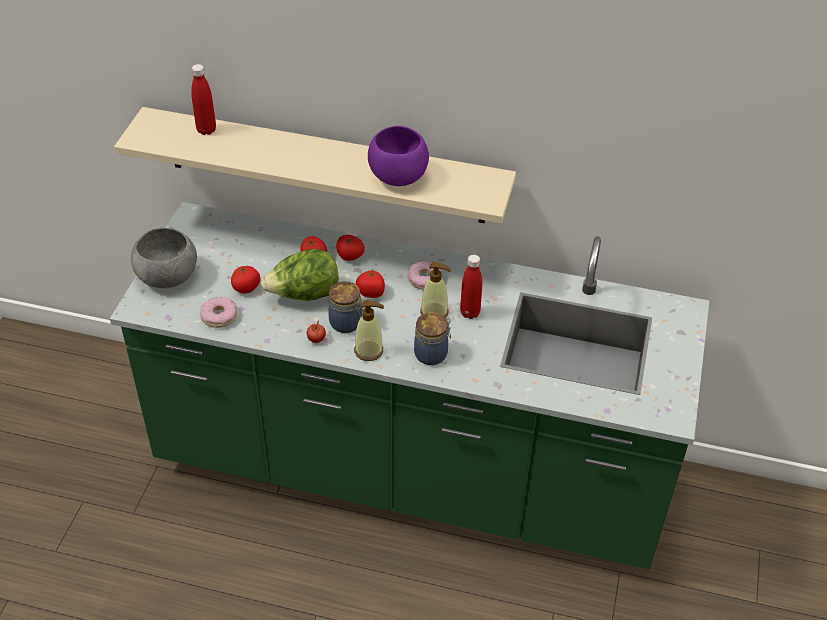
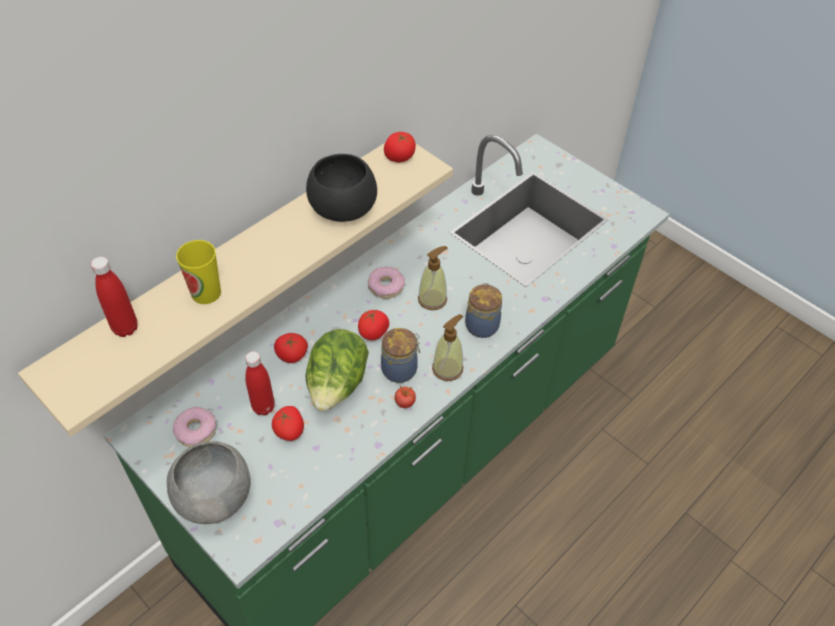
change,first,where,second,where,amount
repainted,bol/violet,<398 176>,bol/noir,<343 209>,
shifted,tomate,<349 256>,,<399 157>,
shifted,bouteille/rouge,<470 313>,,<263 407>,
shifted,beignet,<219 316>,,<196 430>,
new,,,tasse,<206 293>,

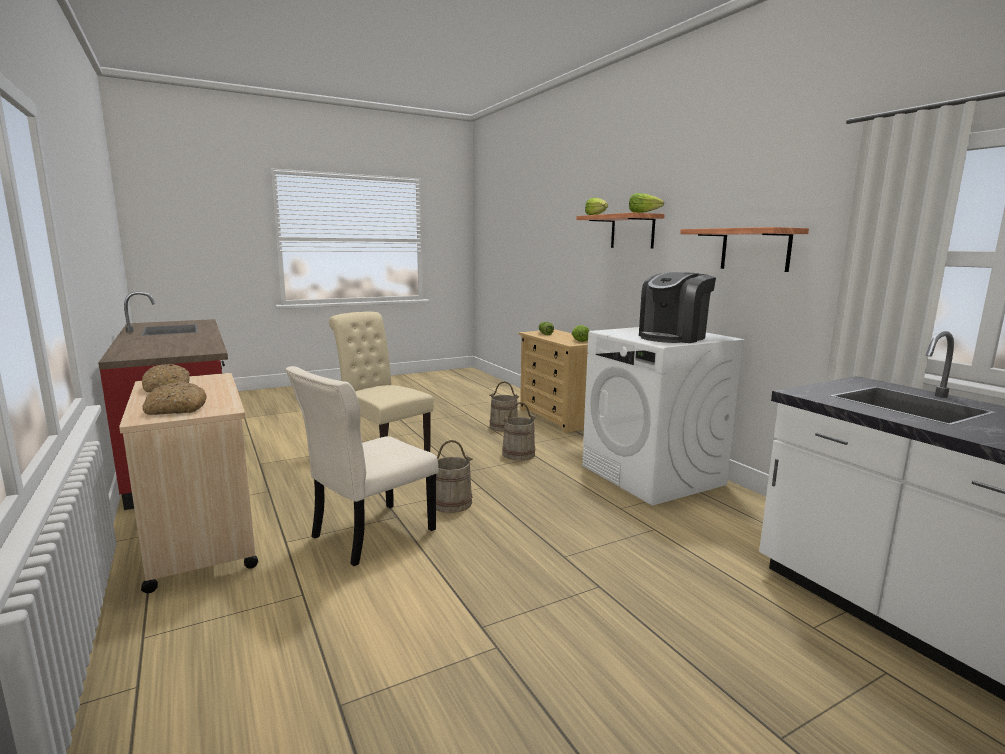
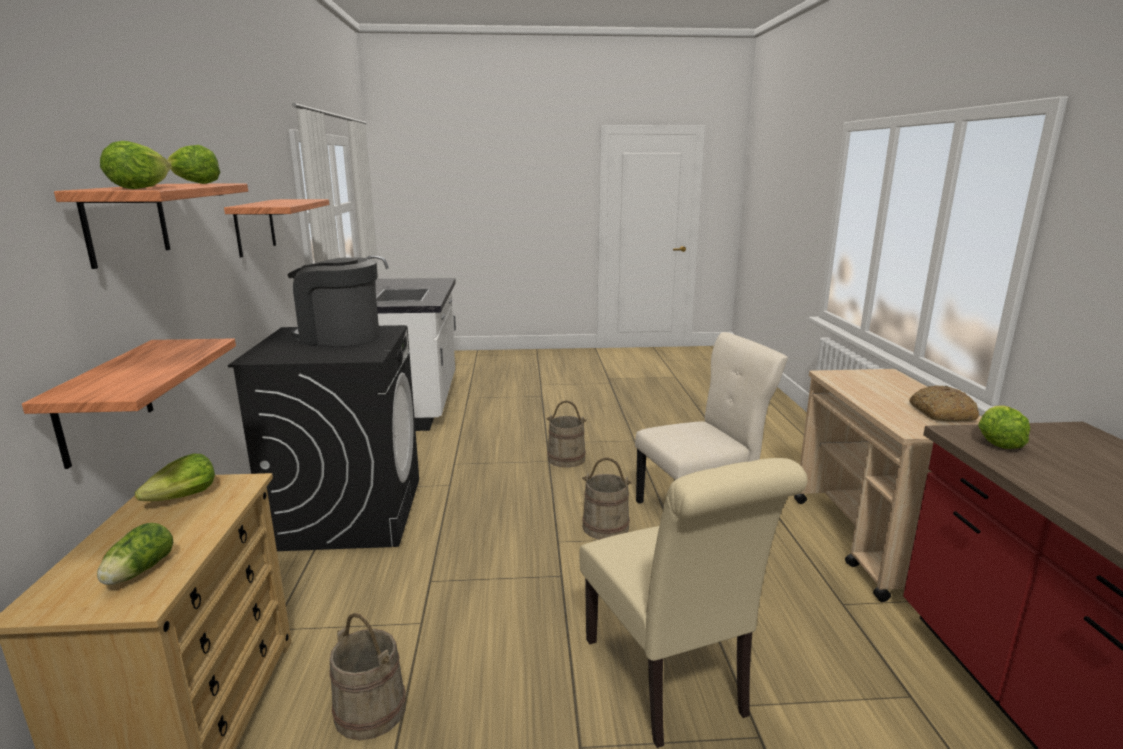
change,first,where,second,where,amount
rotated,machine à café,<673 337>,,<339 336>,150 degrees counterclockwise
repainted,lave-linge/blanc,<652 475>,lave-linge/noir,<349 512>,
gone,pain,<176 409>,,,
shifted,seau/beige,<518 454>,,<566 458>,
new,,,étagère,<104 402>,
new,,,laitue,<998 441>,

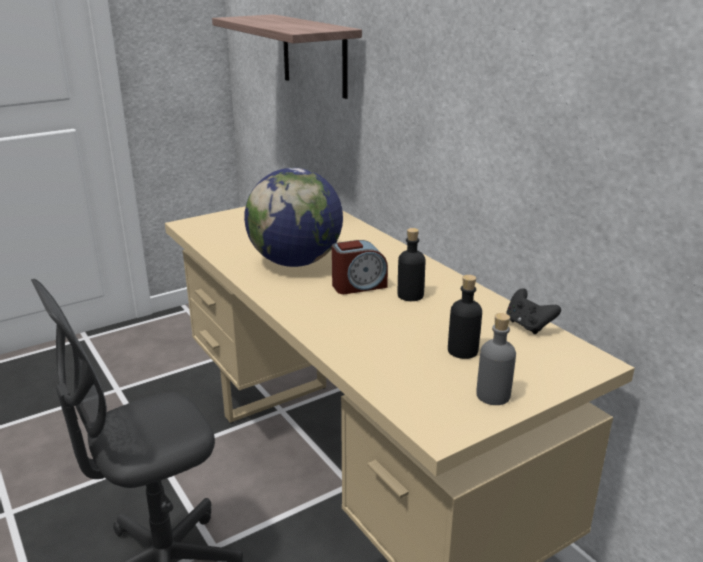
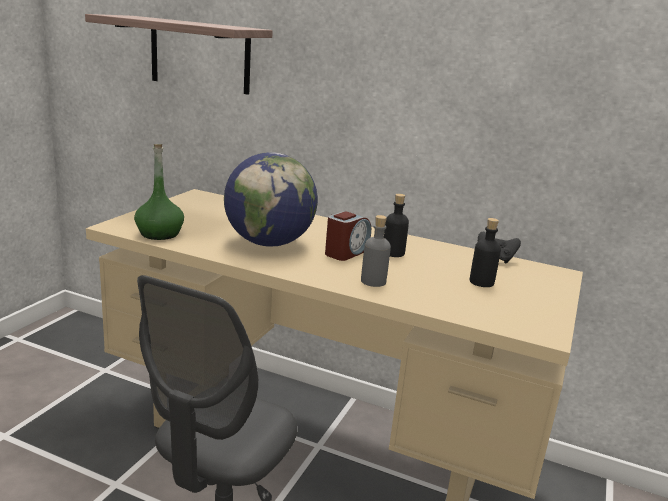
change,first,where,second,where,amount
shifted,bouteille/gris,<493 395>,,<373 281>,
new,,,bouteille/vert,<159 234>,

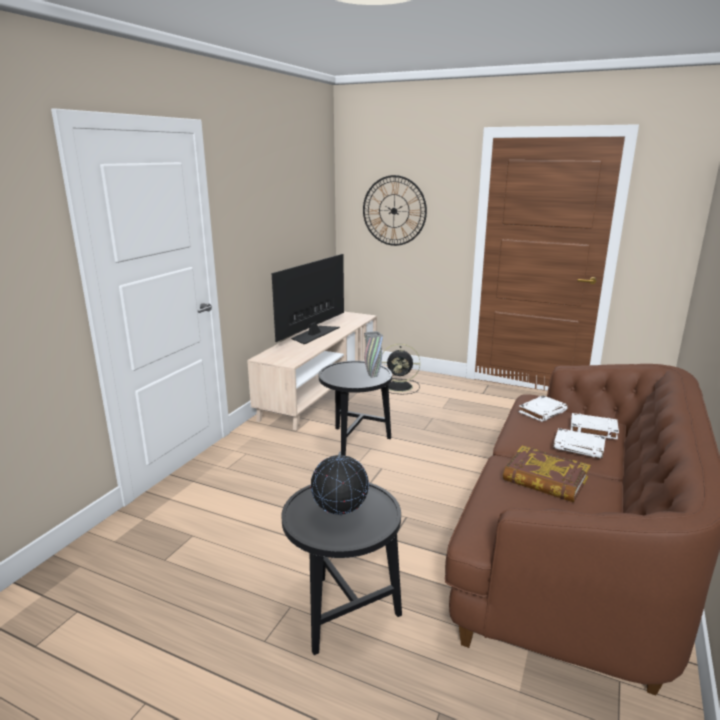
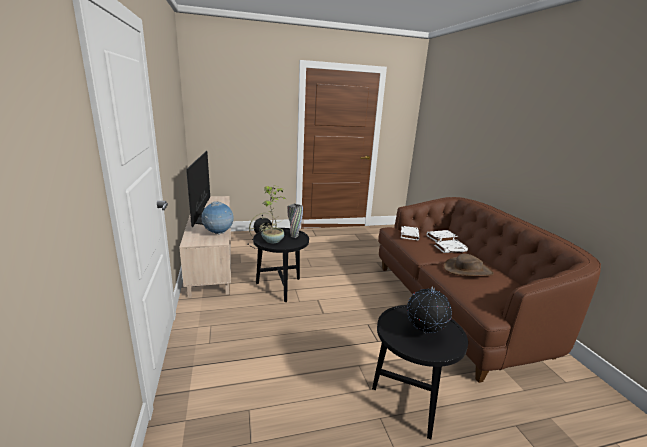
change,first,where,second,where,amount
gone,horloge murale,<394 211>,,,
swapped,livre,<545 480>,chapeau/marron,<467 270>,
new,,,plante en pot,<273 240>,
new,,,globe,<218 233>,

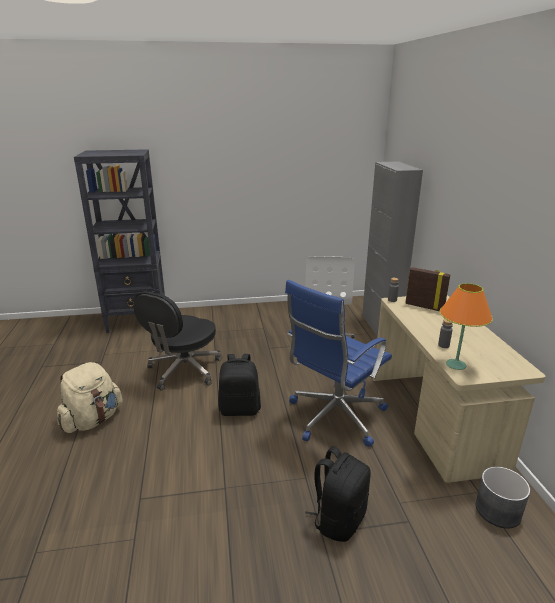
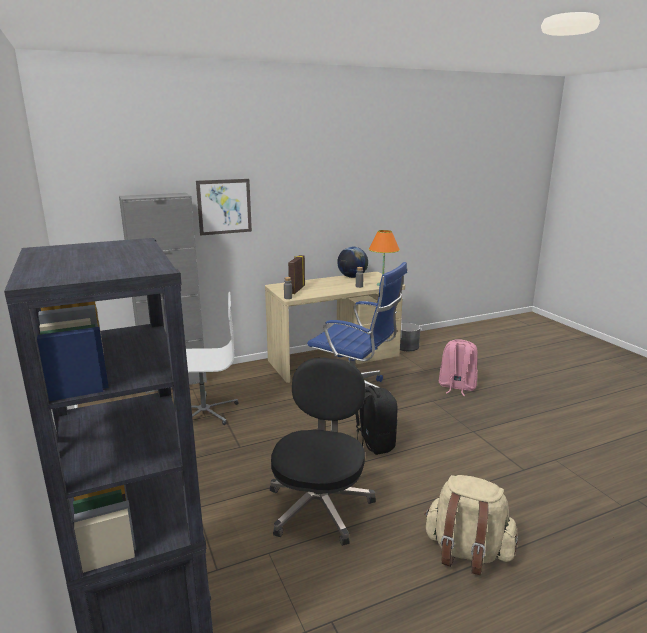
change,first,where,second,where,amount
rotated,chaise de bureau/noir,<184 371>,,<320 505>,90 degrees counterclockwise
repainted,sac à dos/noir,<338 519>,sac à dos/rose,<456 387>,
new,,,tableau,<224 206>,
new,,,globe,<352 277>,

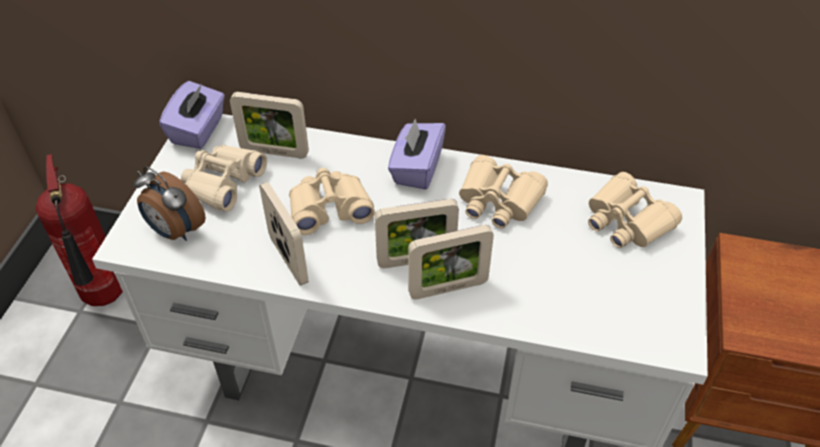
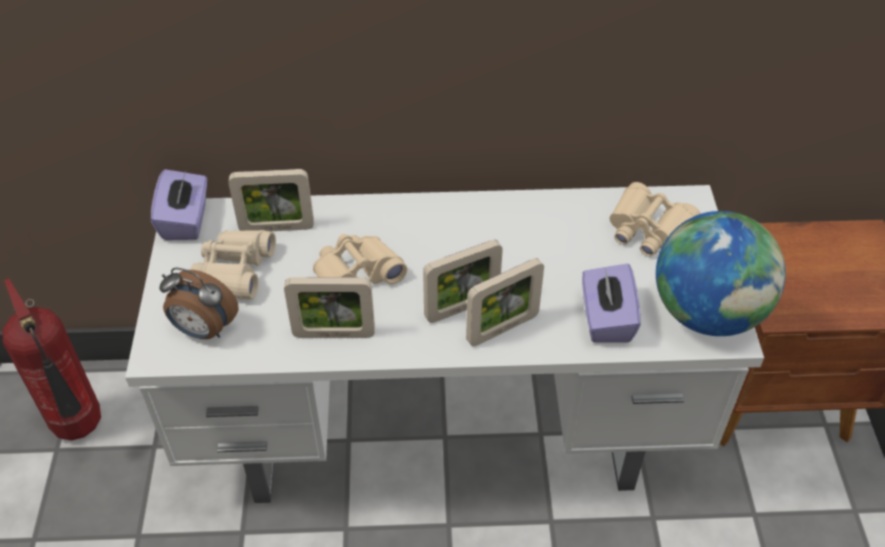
change,first,where,second,where,amount
shifted,boîte à mouchoirs/violet,<416 169>,,<606 319>,
gone,jumelles/beige,<498 200>,,,
rotated,cadre photo,<288 259>,,<334 334>,135 degrees clockwise
new,,,globe,<707 313>,

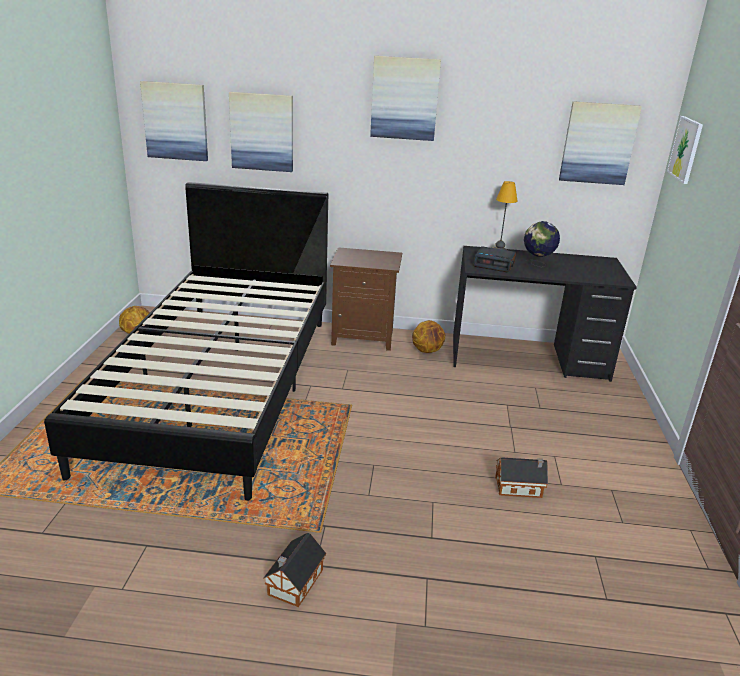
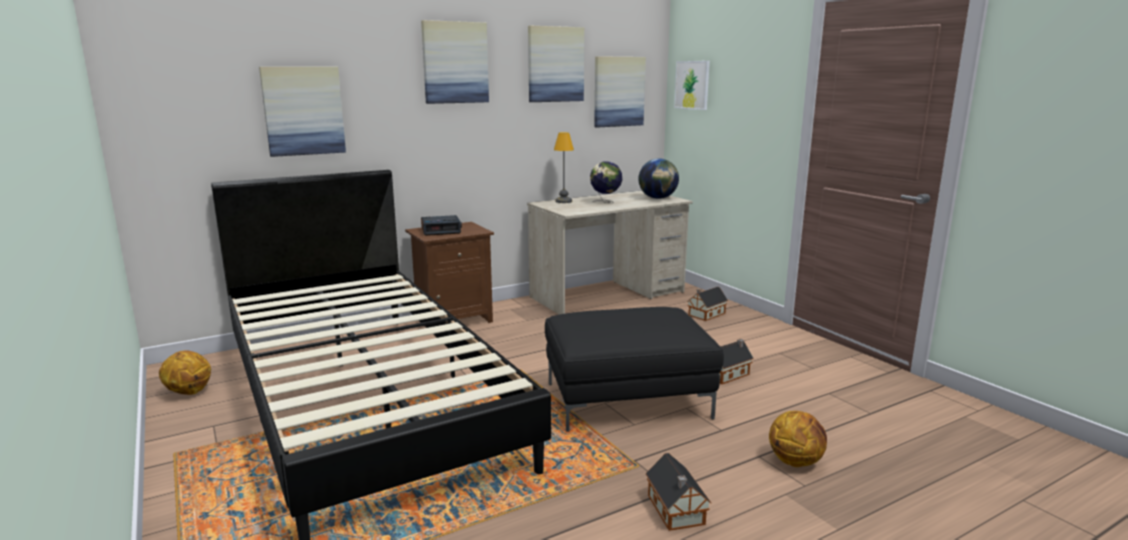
change,first,where,second,where,amount
shifted,tableau,<175 121>,,<555 64>,
repainted,bureau/noir,<528 358>,bureau/beige,<608 295>,
shifted,réveil,<494 264>,,<441 230>,
shifted,ballon de basket,<427 351>,,<795 461>,
new,,,globe,<658 198>,
new,,,maison miniature,<705 314>,
new,,,pouf/noir,<628 399>,

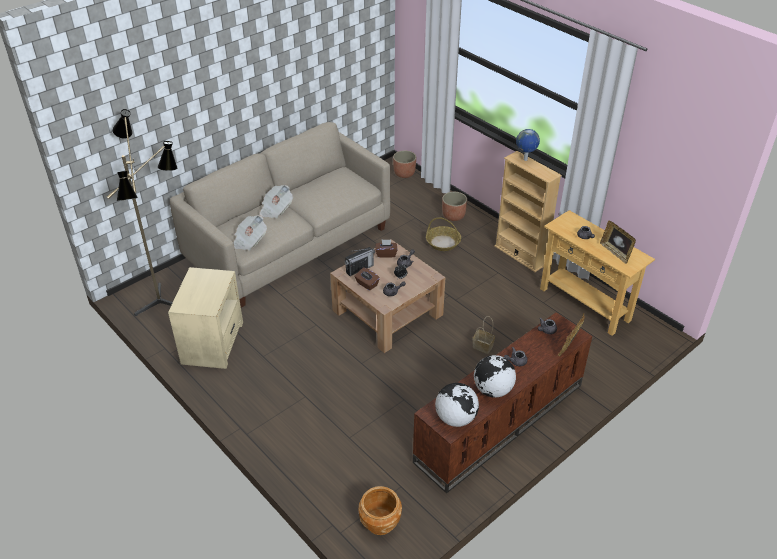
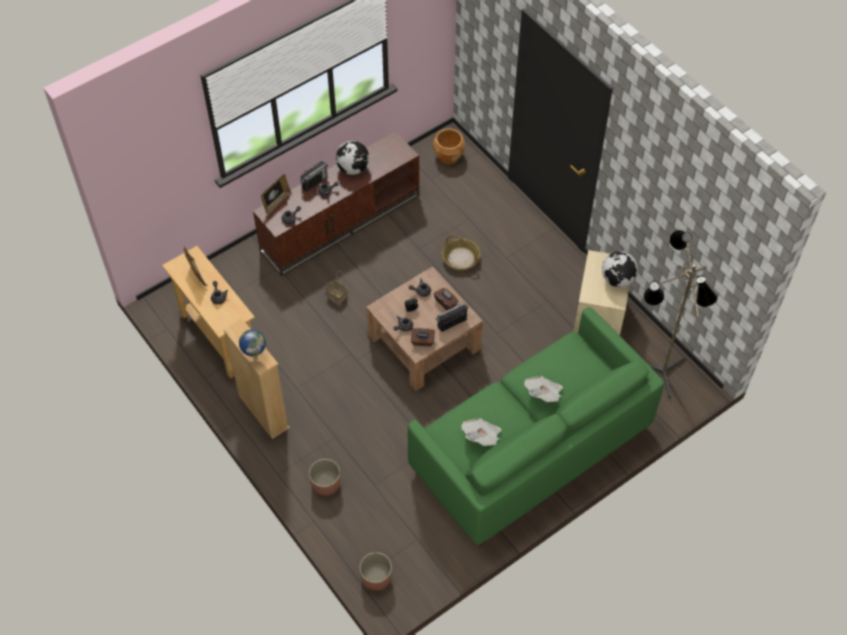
change,first,where,second,where,amount
repainted,canapé/beige,<289 245>,canapé/vert,<530 449>,
shifted,journal,<249 241>,,<482 436>,
shifted,panier,<443 242>,,<460 258>,
shifted,globe,<455 418>,,<617 279>,
new,,,radio,<314 182>,

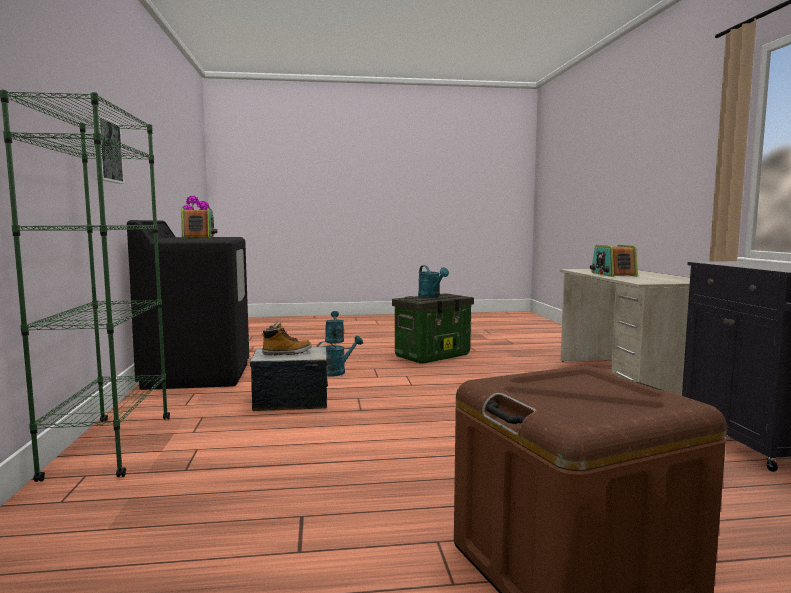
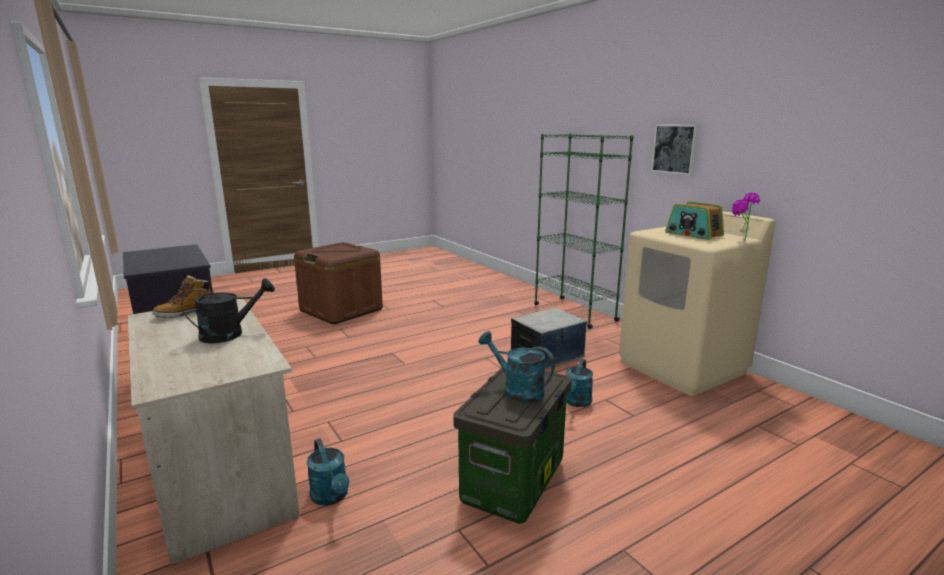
change,first,where,second,where,amount
repainted,lave-linge/noir,<197 375>,lave-linge/beige,<682 367>,
swapped,radio,<612 274>,arrosoir/noir,<230 334>,
shifted,arrosoir/turquoise,<334 340>,,<331 497>,
shifted,botte,<287 353>,,<185 312>,

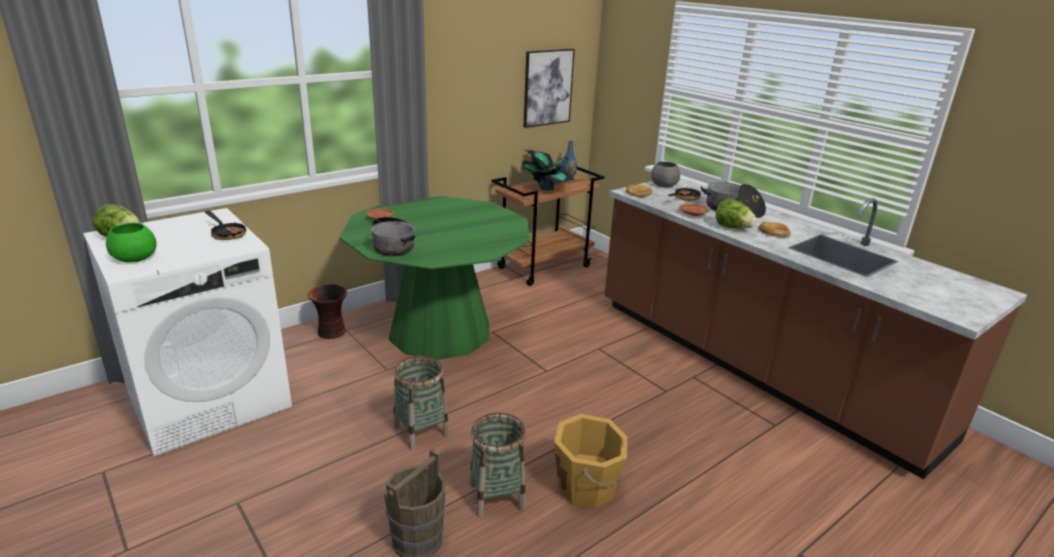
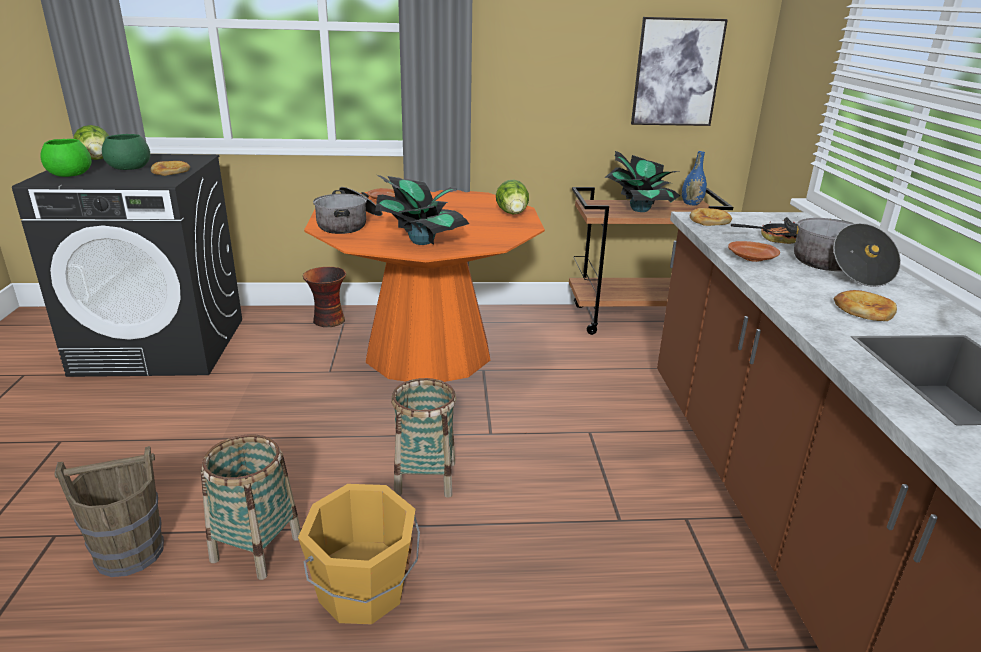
change,first,where,second,where,amount
gone,bol/gris,<664 185>,,,
repainted,table à manger/vert,<440 331>,table à manger/orange,<428 352>,
shifted,laitue,<733 228>,,<513 214>,
repainted,lave-linge/blanc,<210 399>,lave-linge/noir,<163 346>,
swapped,poêle,<227 234>,pain,<170 171>,
shifted,panier,<421 431>,,<425 478>,
new,,,bol/vert,<130 168>,
new,,,plante en pot,<421 241>,

